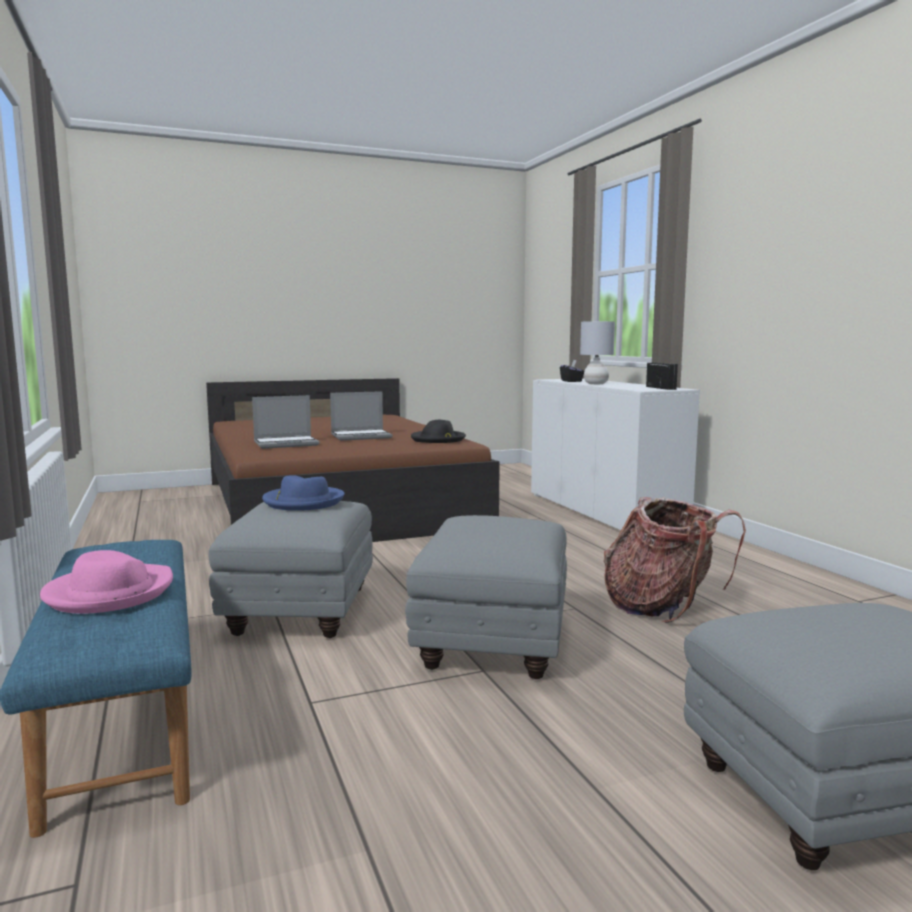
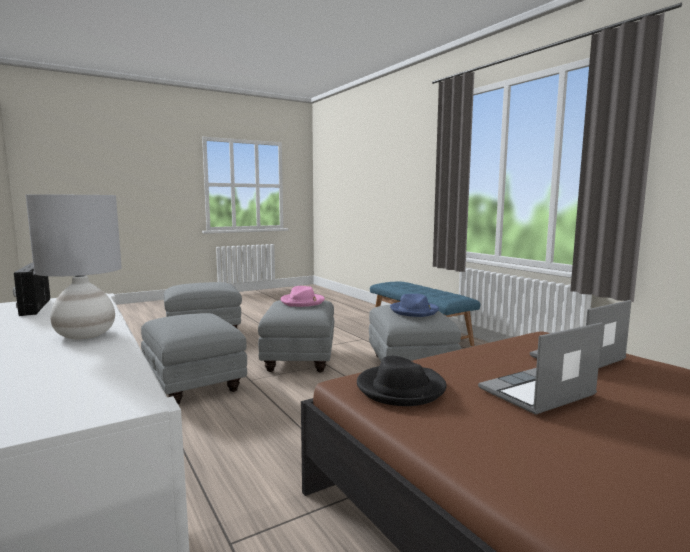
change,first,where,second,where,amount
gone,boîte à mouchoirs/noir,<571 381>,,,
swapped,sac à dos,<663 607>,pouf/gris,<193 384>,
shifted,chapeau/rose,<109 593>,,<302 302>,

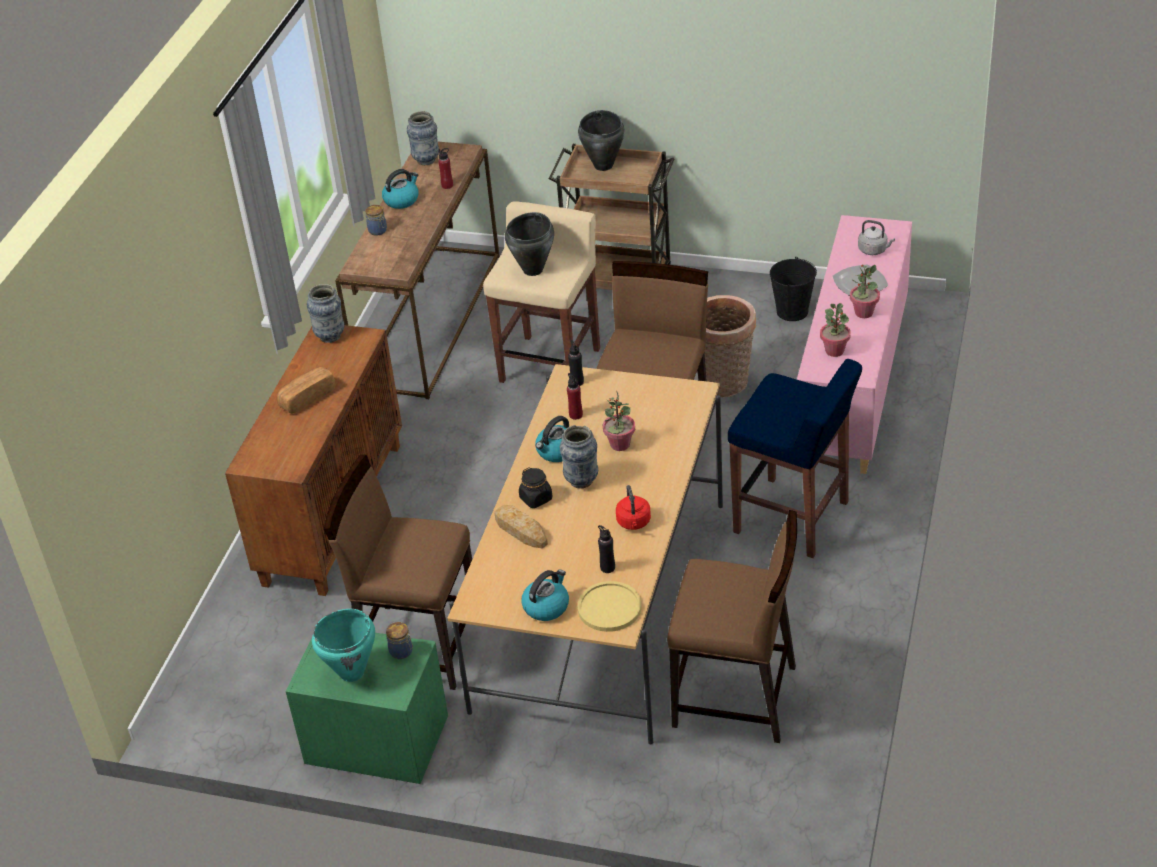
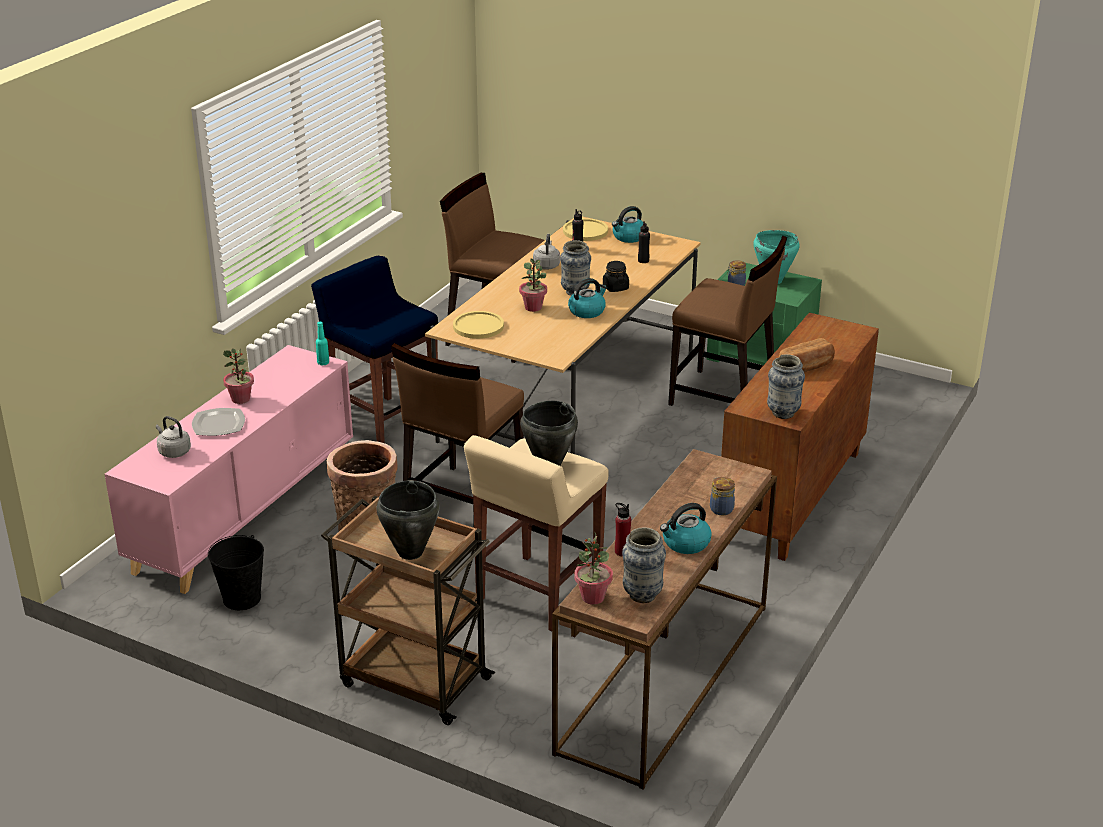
change,first,where,second,where,amount
shifted,plante en pot,<834 351>,,<592 597>,
shifted,bouteille/noir,<577 382>,,<643 260>,
gone,bouteille/rouge,<575 415>,,,
repainted,bouilloire/rouge,<634 523>,bouilloire/gris,<546 265>,
gone,pain,<520 530>,,,
new,,,assiette/jaune,<478 326>,
new,,,bouteille/turquoise,<323 363>,

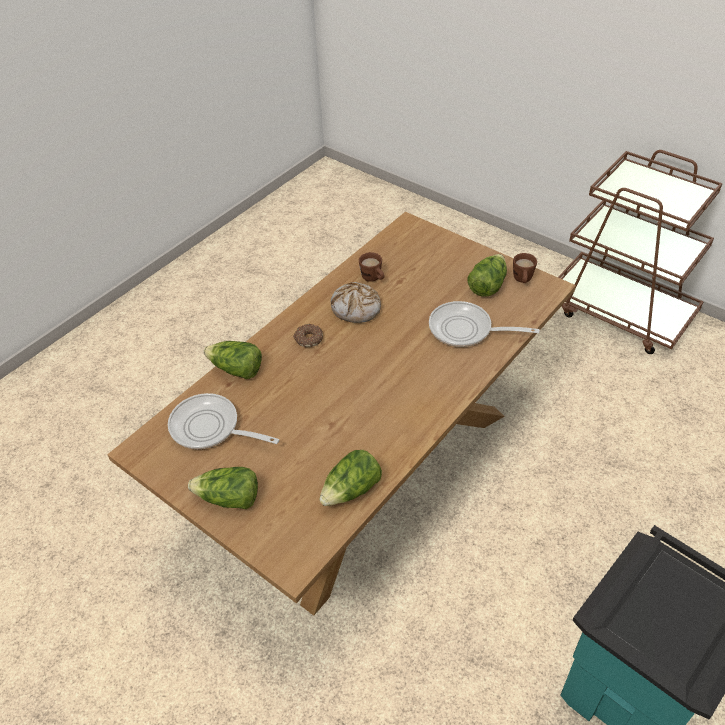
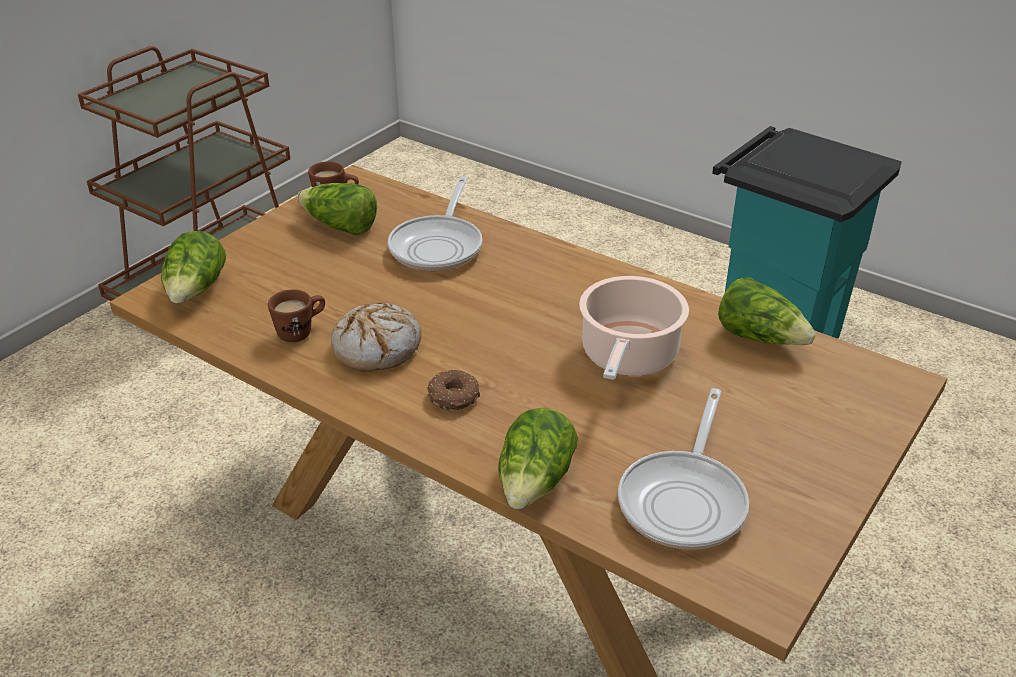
change,first,where,second,where,amount
shifted,laitue,<229 498>,,<196 290>,
new,,,marmite,<628 357>,

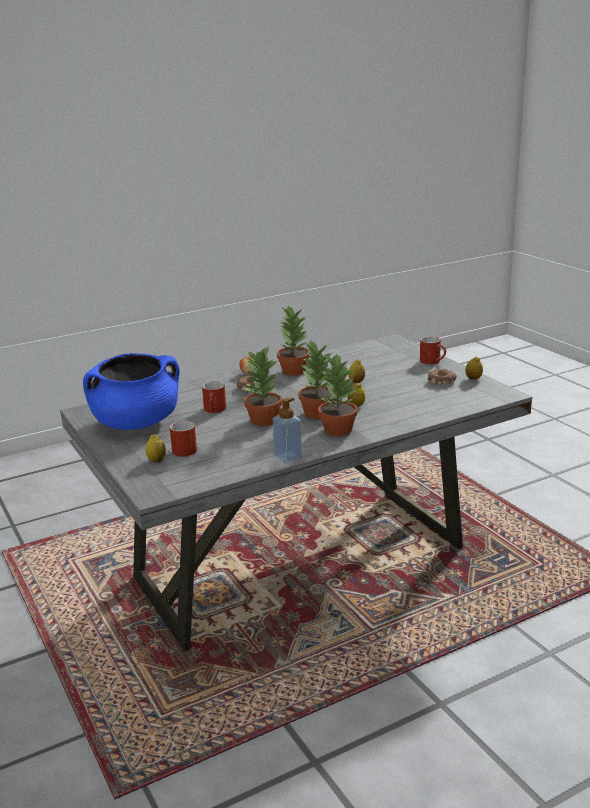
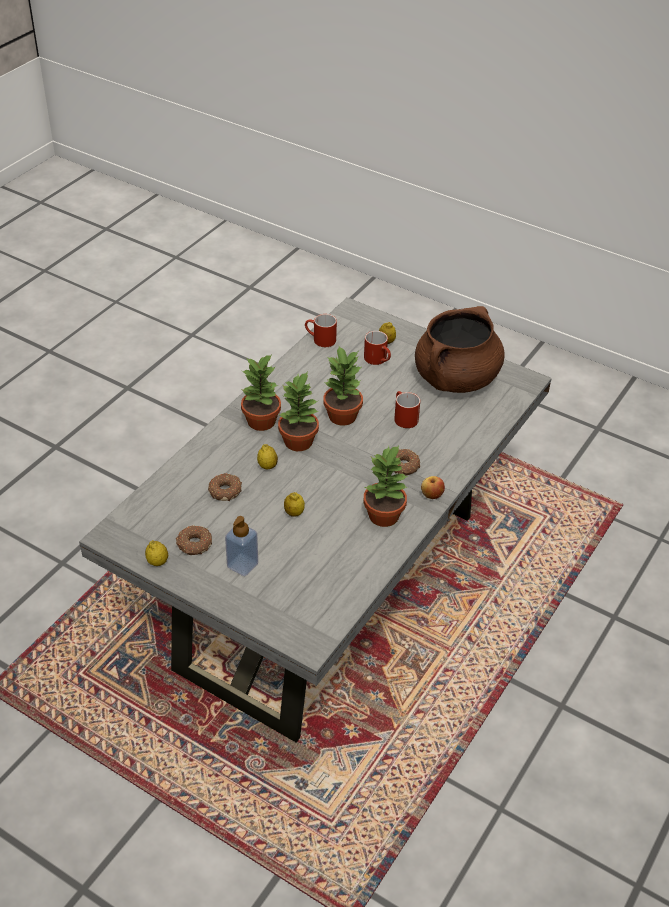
change,first,where,second,where,amount
shifted,mug/rouge,<433 361>,,<320 340>,
repainted,marmite/bleu,<136 423>,marmite/marron,<456 379>,
shifted,distributeur de savon,<288 457>,,<242 565>,
new,,,beignet,<225 491>,

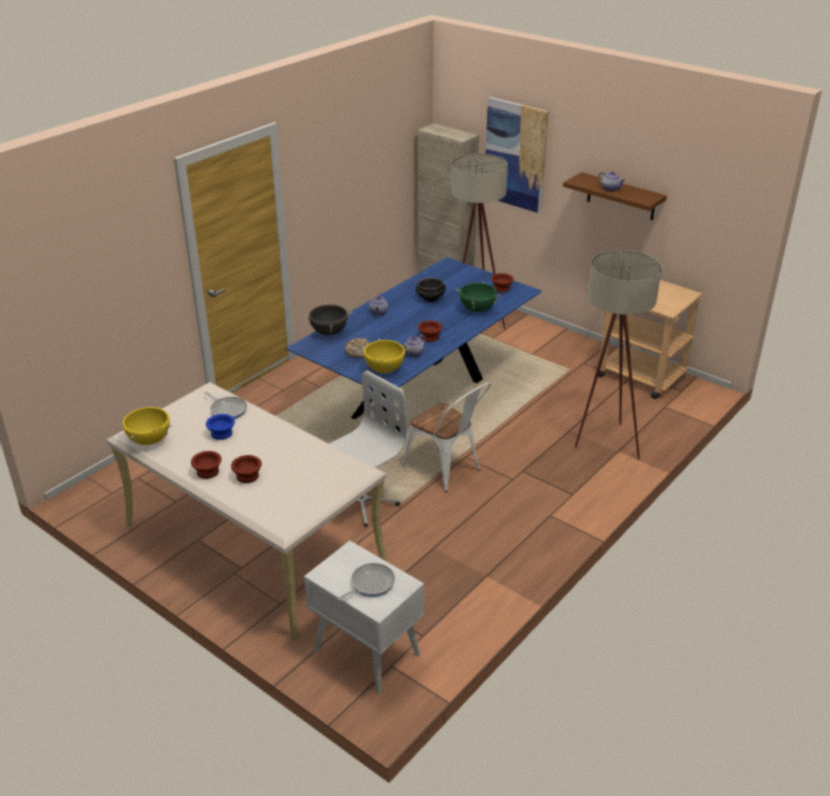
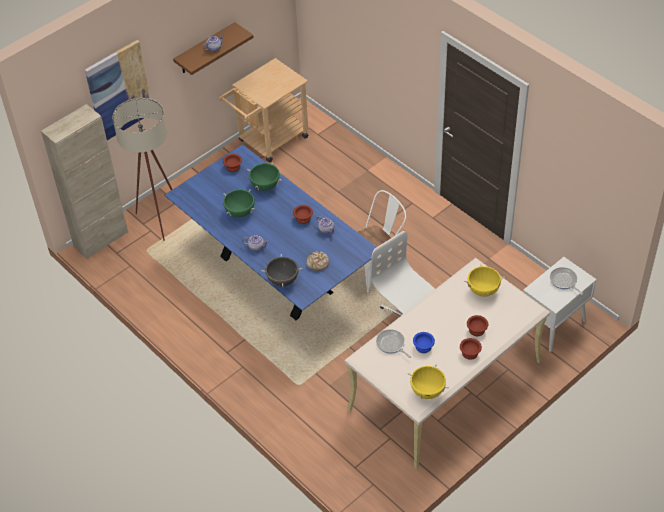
change,first,where,second,where,amount
gone,lampadaire/beige,<603 444>,,,
swapped,bol/noir,<430 299>,marmite/vert,<240 212>,
shifted,marmite/jaune,<384 370>,,<483 290>,
rotated,poêle,<227 409>,,<391 344>,90 degrees counterclockwise

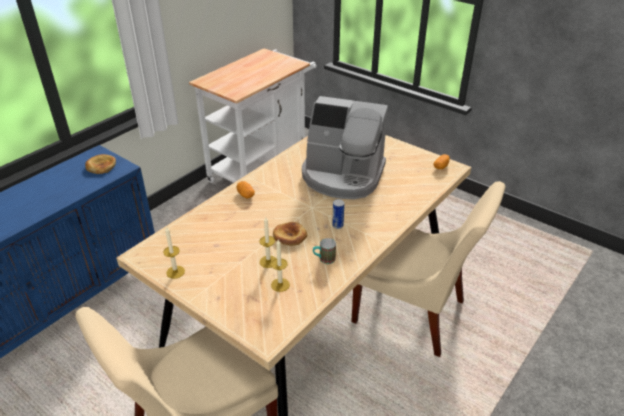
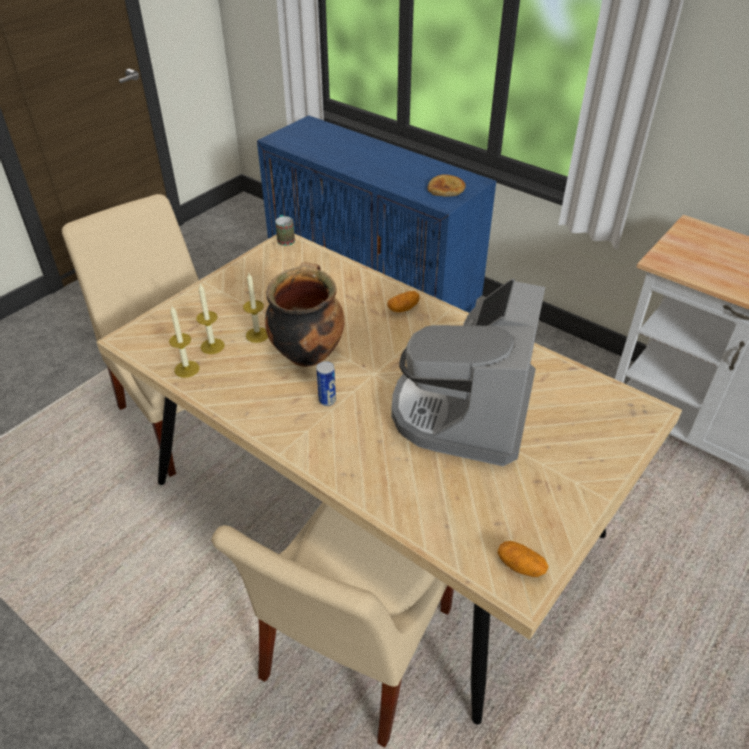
change,first,where,second,where,amount
swapped,pain,<290 236>,marmite,<307 352>,
shifted,bougie,<175 272>,,<186 369>,
shifted,mug,<324 259>,,<285 239>,

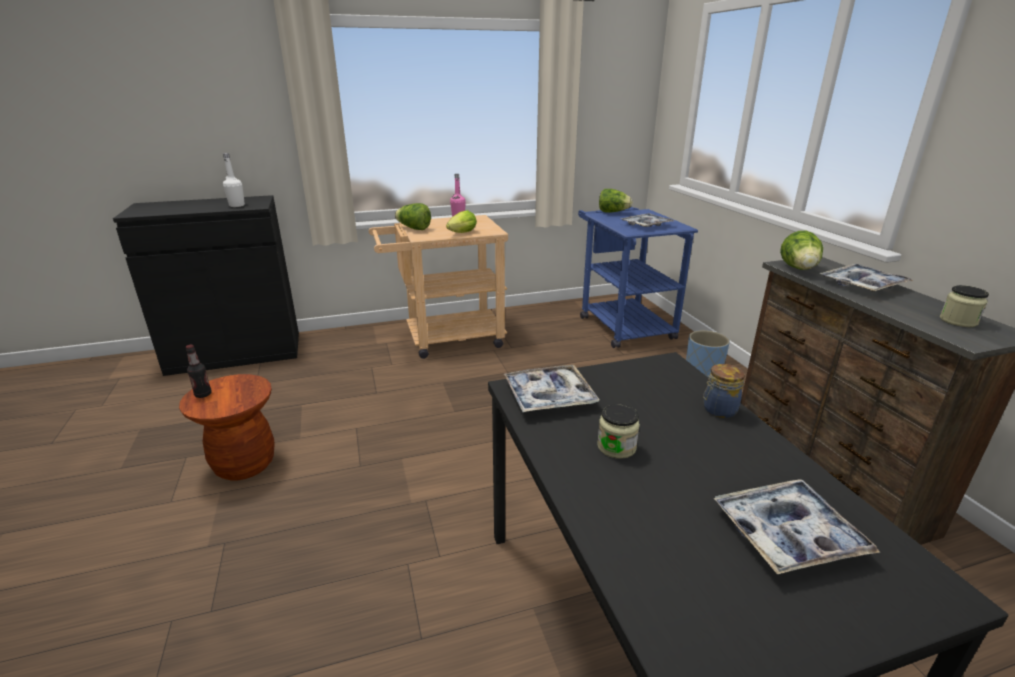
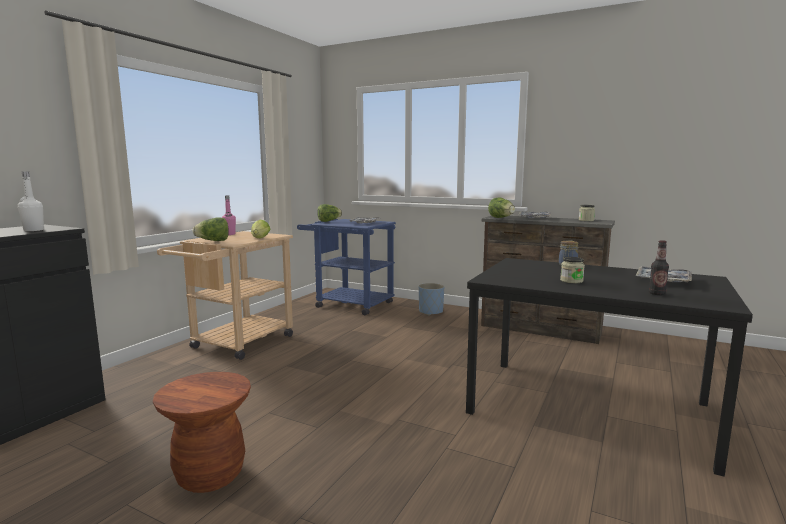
change,first,where,second,where,amount
shifted,bouteille,<203 394>,,<657 293>,
gone,plateau,<549 396>,,,

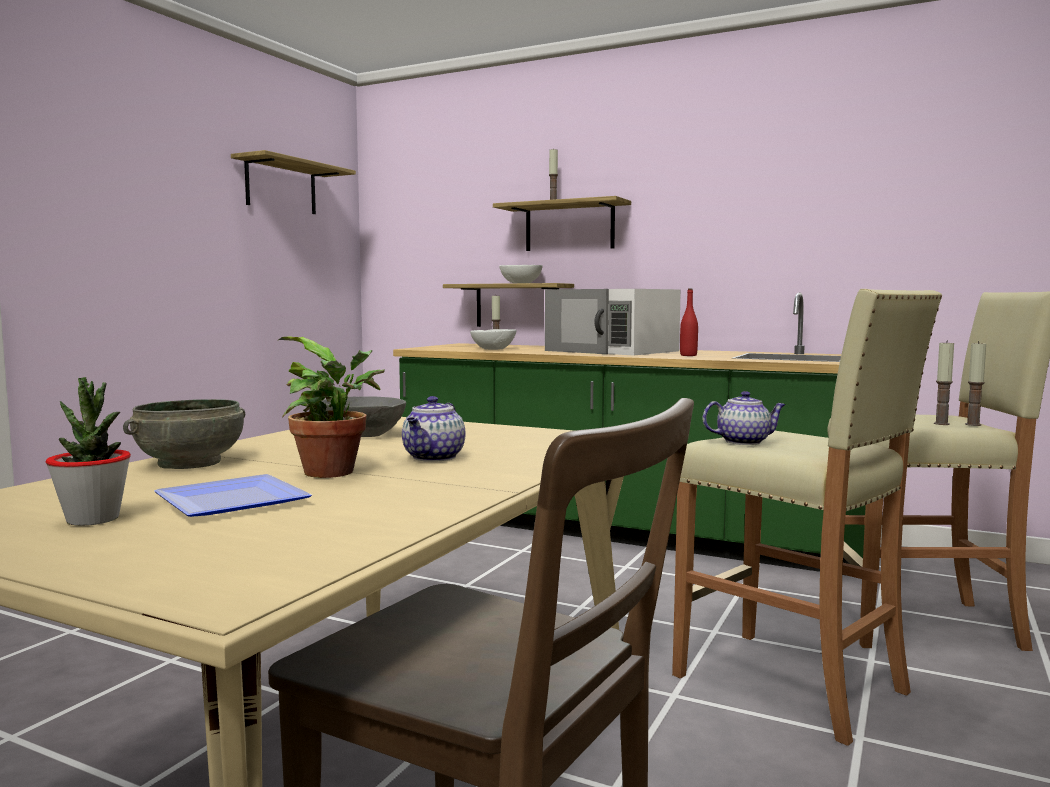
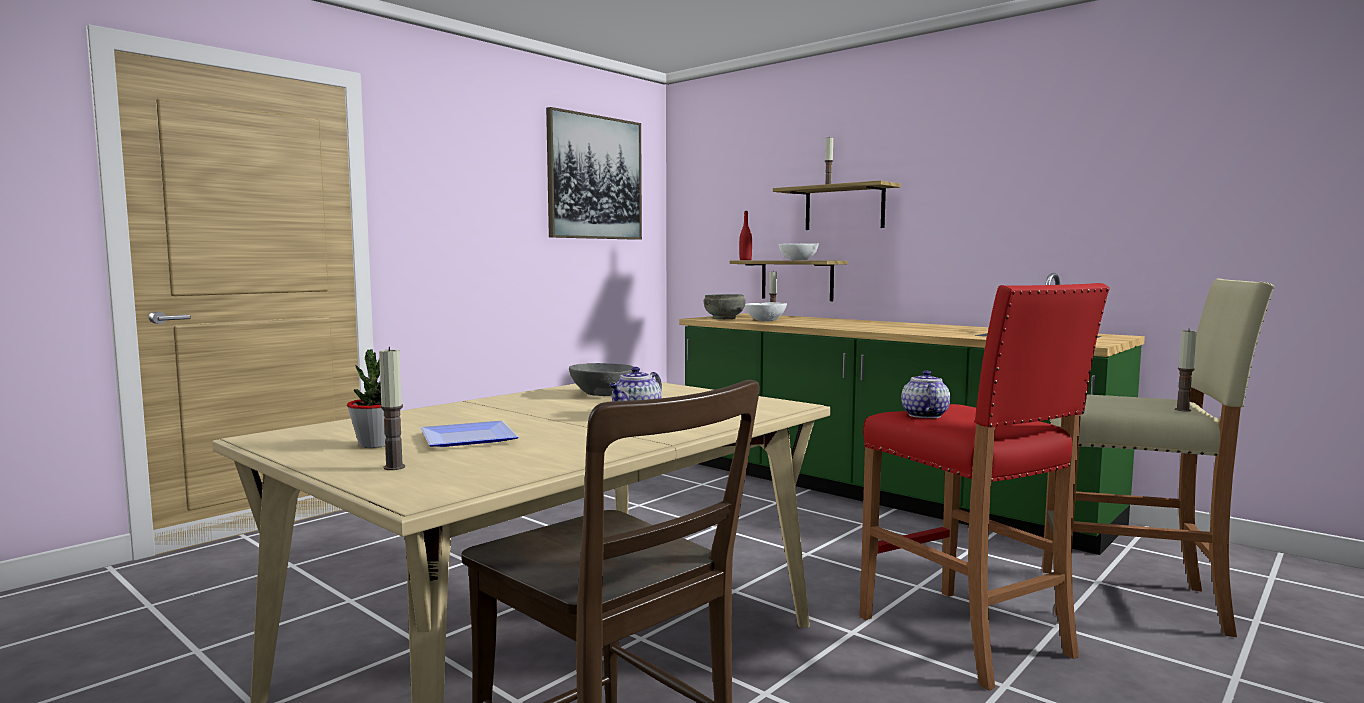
change,first,where,second,where,amount
swapped,étagère,<281 187>,tableau,<594 177>,
gone,micro-ondes/blanc,<612 351>,,,
repainted,tabouret/beige,<791 684>,tabouret/rouge,<965 637>,
shifted,bouteille/rouge,<688 355>,,<745 260>,
gone,plante en pot,<335 473>,,,
shifted,bougie,<941 424>,,<394 467>,
rotated,théière,<744 442>,,<924 415>,90 degrees counterclockwise
shifted,bol/gris,<190 463>,,<724 318>,

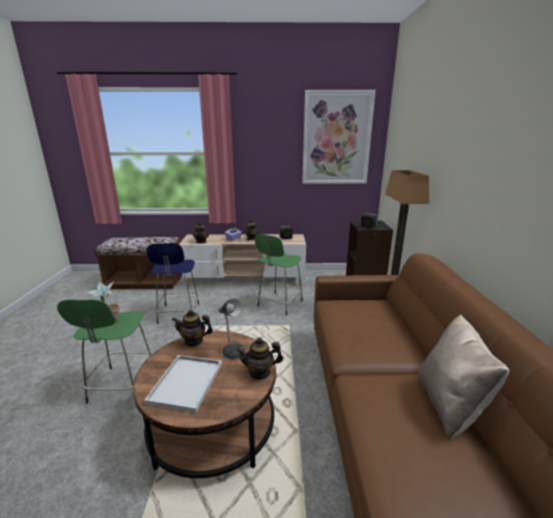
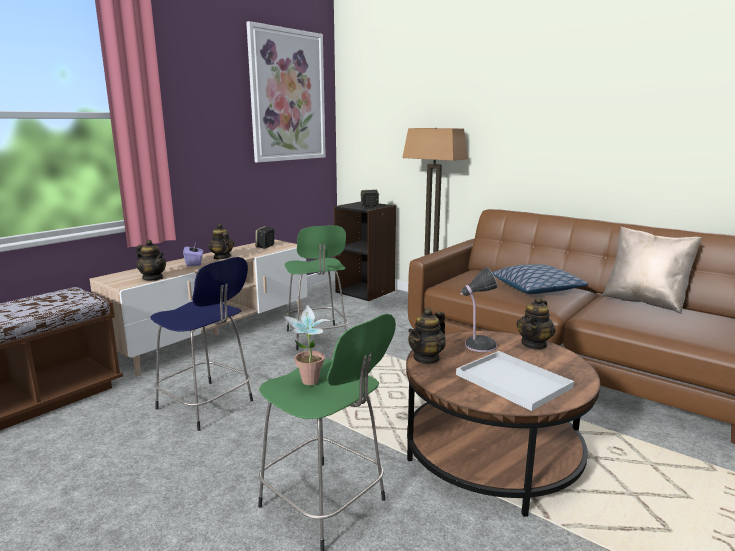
change,first,where,second,where,amount
new,,,coussin,<536 289>,

